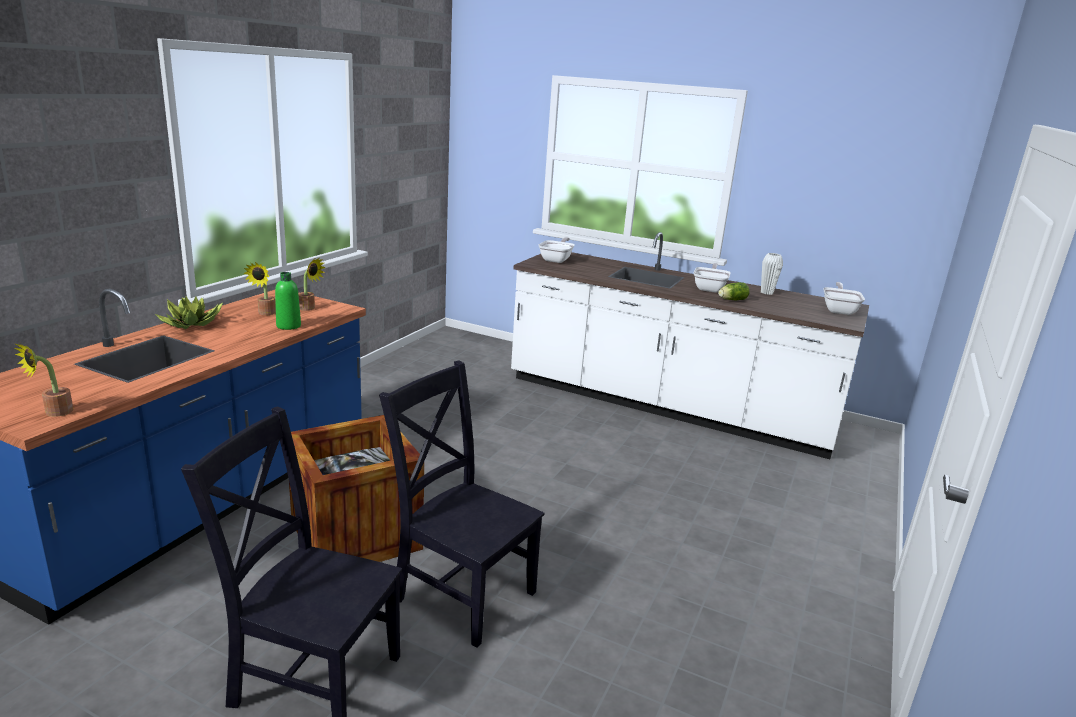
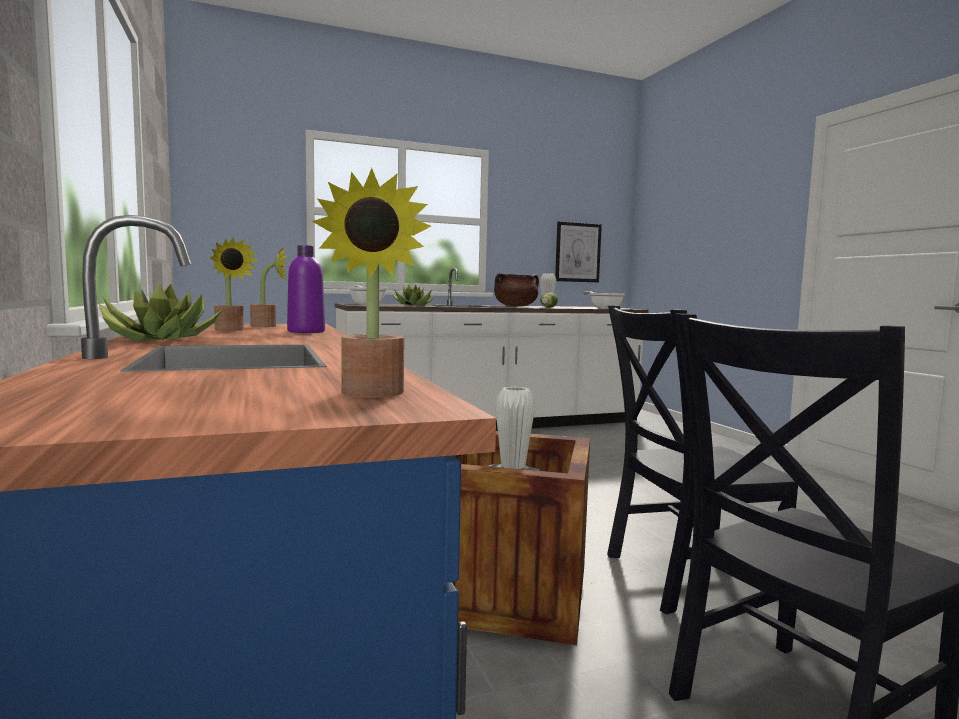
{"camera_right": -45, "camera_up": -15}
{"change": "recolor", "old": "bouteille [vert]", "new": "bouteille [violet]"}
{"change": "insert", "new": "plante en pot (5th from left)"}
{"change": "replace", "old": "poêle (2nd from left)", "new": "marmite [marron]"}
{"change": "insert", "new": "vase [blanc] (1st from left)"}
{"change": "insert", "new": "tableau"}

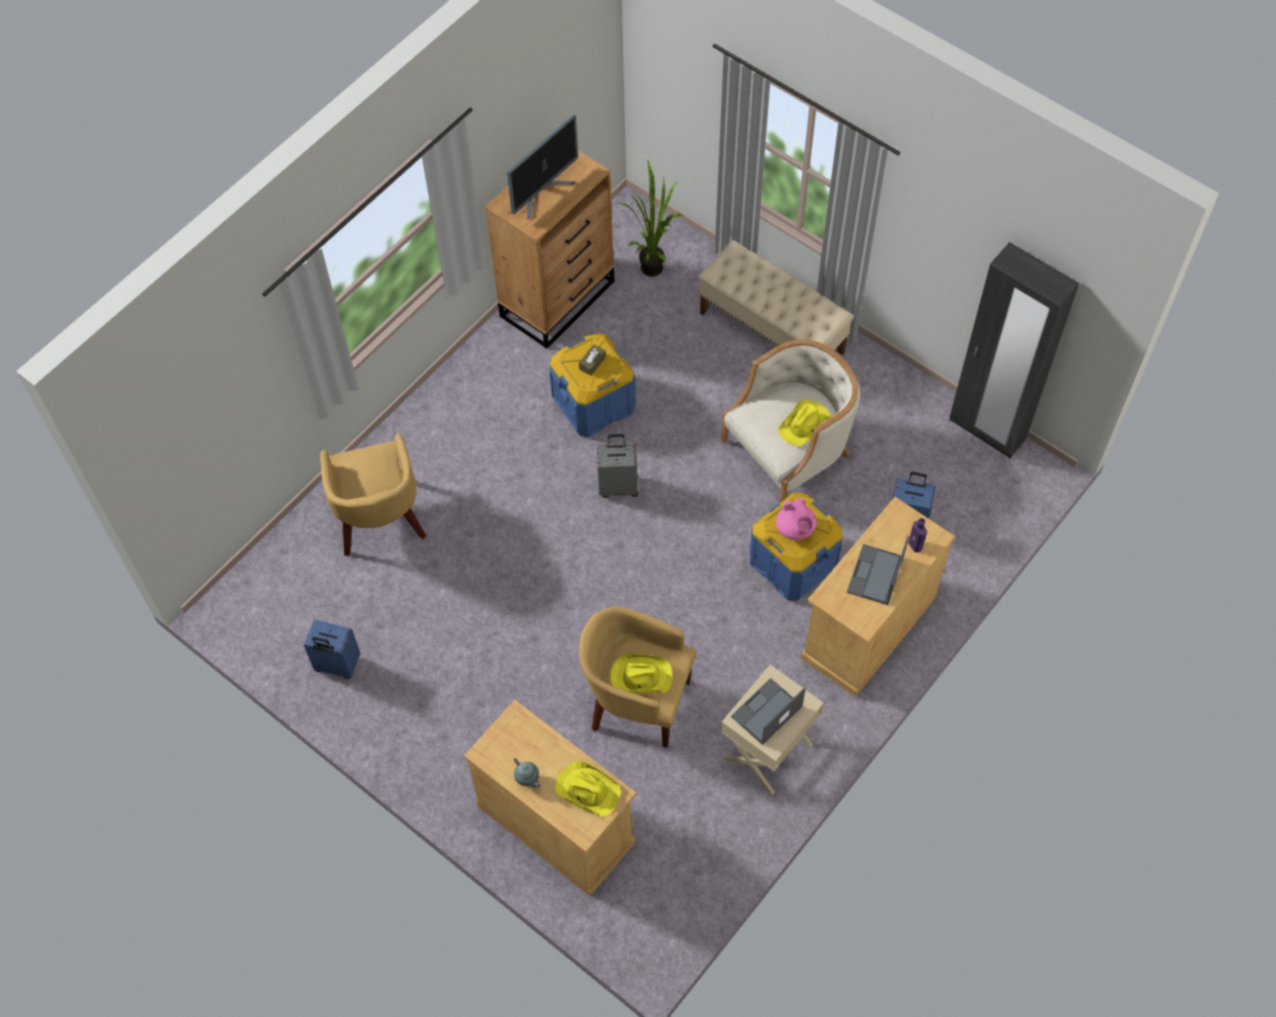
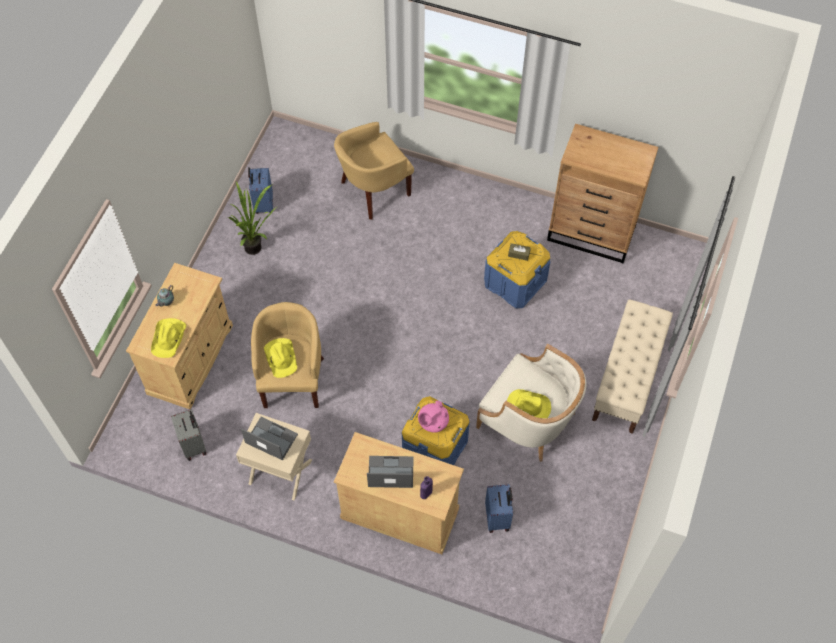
{"camera_right": 70, "camera_up": 0}
{"change": "move", "old": "valise [gris]"}
{"change": "move", "old": "plante en pot"}
{"change": "delete", "old": "écran d'ordinateur"}
{"change": "delete", "old": "armoire [noir]"}

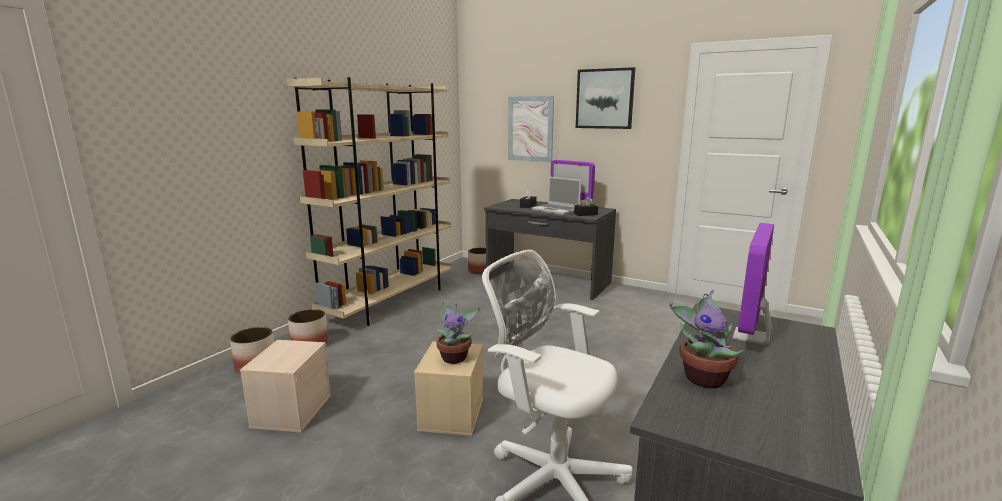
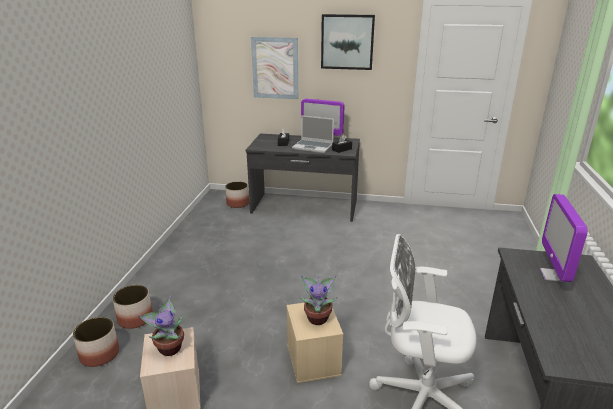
{"camera_right": -20, "camera_up": 10}
{"change": "move", "old": "plante en pot (2nd from left in the first image)", "new": "plante en pot (1st from left)"}
{"change": "delete", "old": "bibliothèque [beige]"}

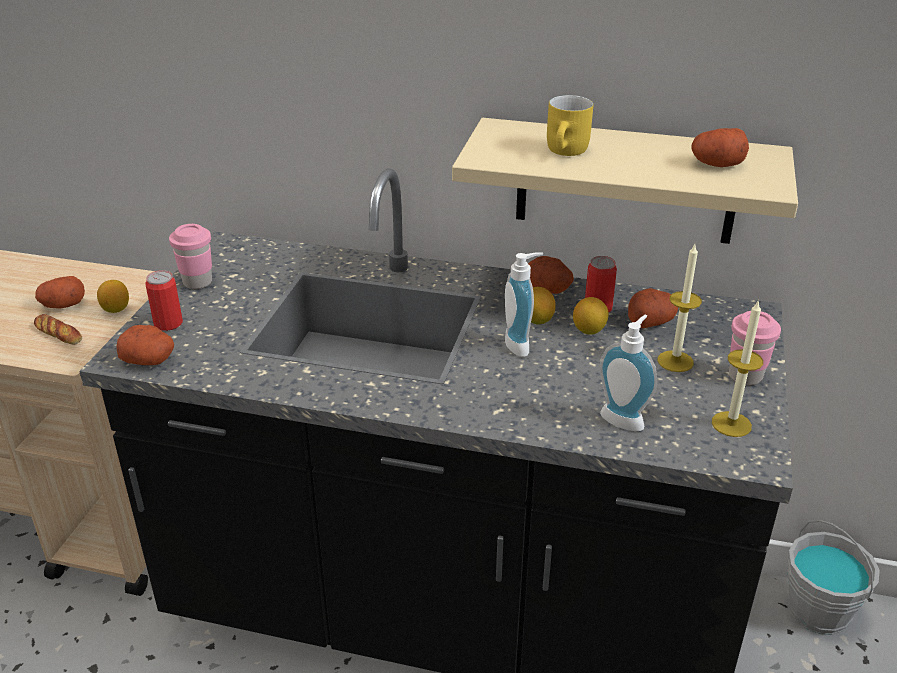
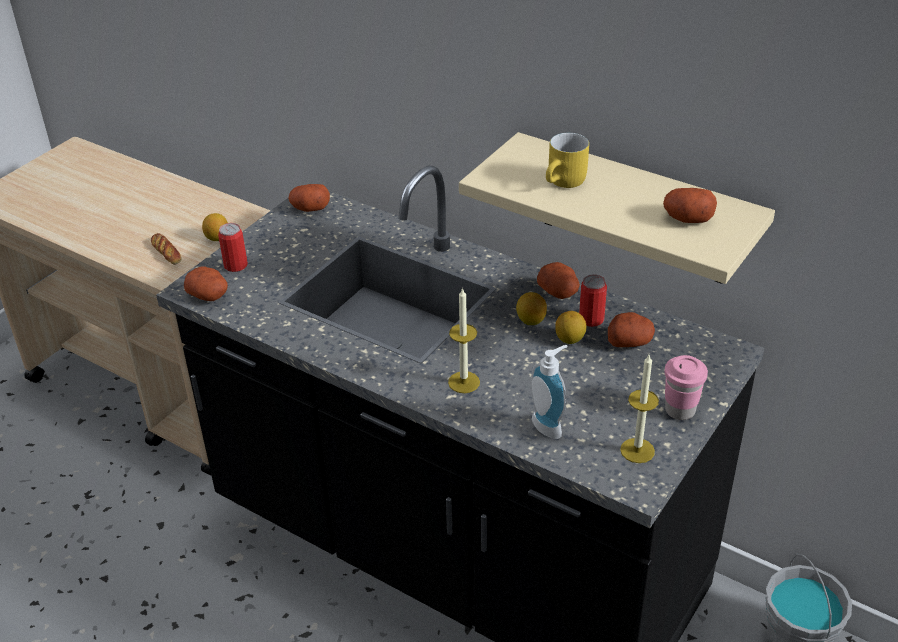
{"camera_right": 20, "camera_up": 5}
{"change": "move", "old": "pomme de terre (1st from left in the first image)", "new": "pomme de terre (2nd from left)"}
{"change": "move", "old": "bougie (1st from left)"}
{"change": "delete", "old": "tasse [rose] (1st from left)"}
{"change": "delete", "old": "distributeur de savon (1st from left)"}

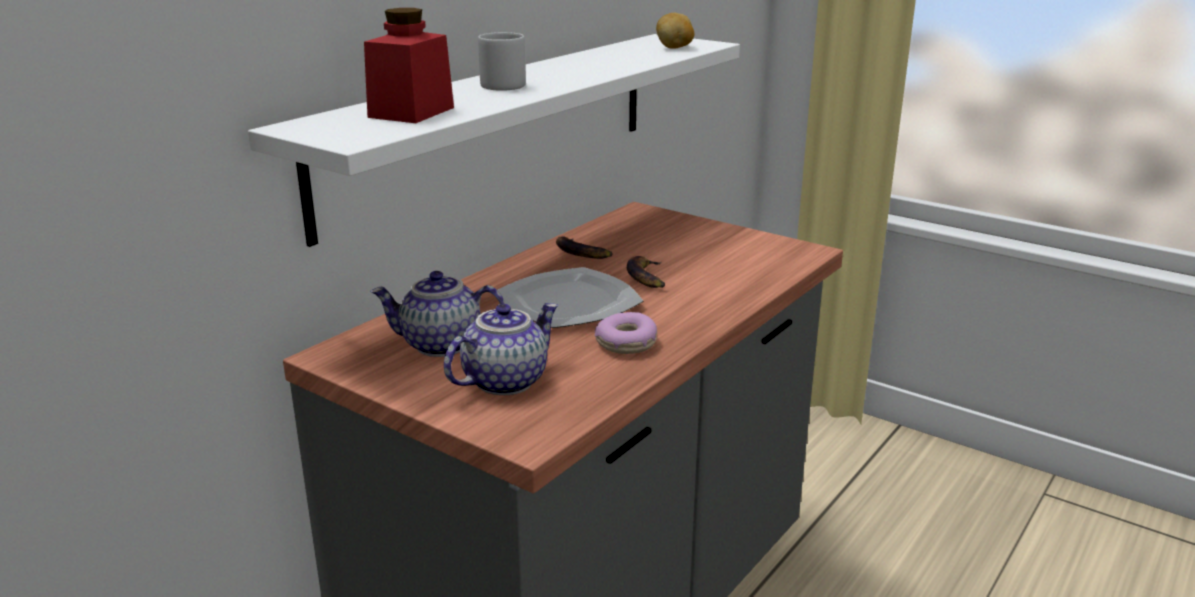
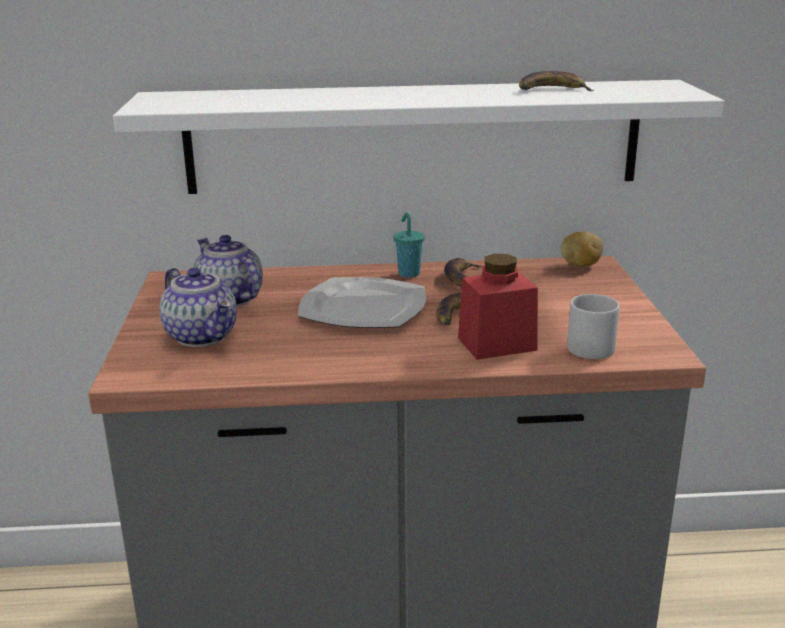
{"camera_right": 50, "camera_up": 0}
{"change": "rotate", "old": "théière (2nd from left in the first image)", "degrees": 45}
{"change": "insert", "new": "tasse [turquoise]"}
{"change": "move", "old": "bocal [rouge]"}
{"change": "insert", "new": "banane (3rd from left)"}
{"change": "move", "old": "pomme de terre"}
{"change": "move", "old": "mug [gris]"}
{"change": "delete", "old": "beignet"}

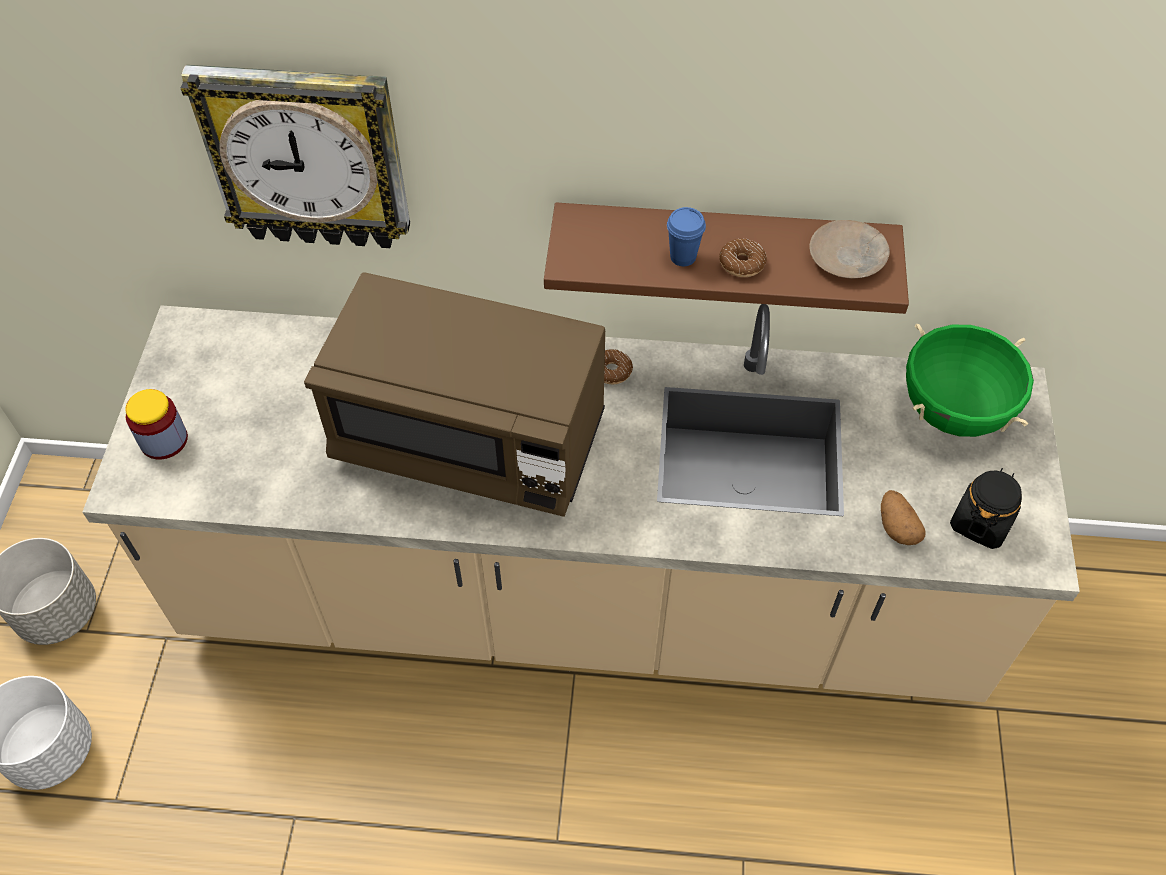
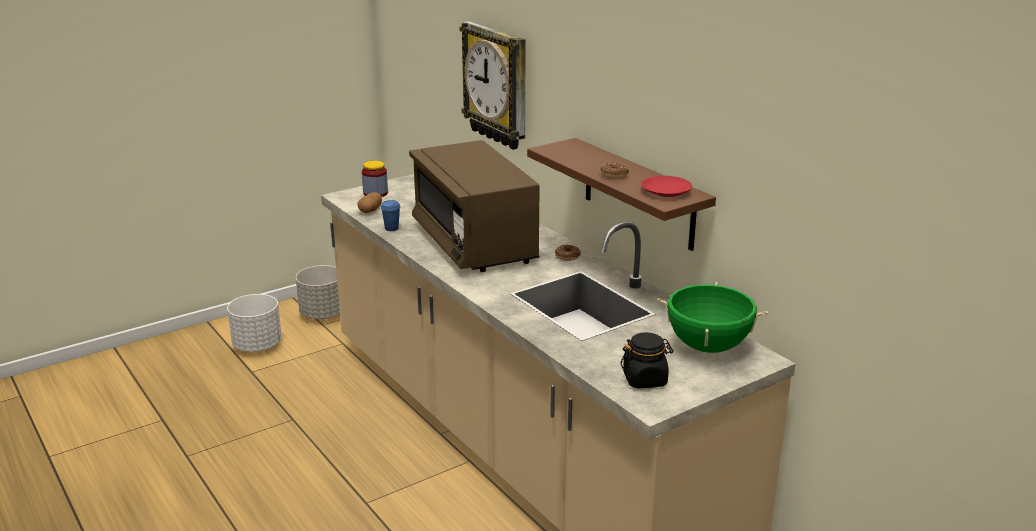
{"camera_right": 50, "camera_up": -30}
{"change": "move", "old": "pomme de terre"}
{"change": "move", "old": "tasse [bleu]"}
{"change": "recolor", "old": "assiette [beige]", "new": "assiette [rouge]"}

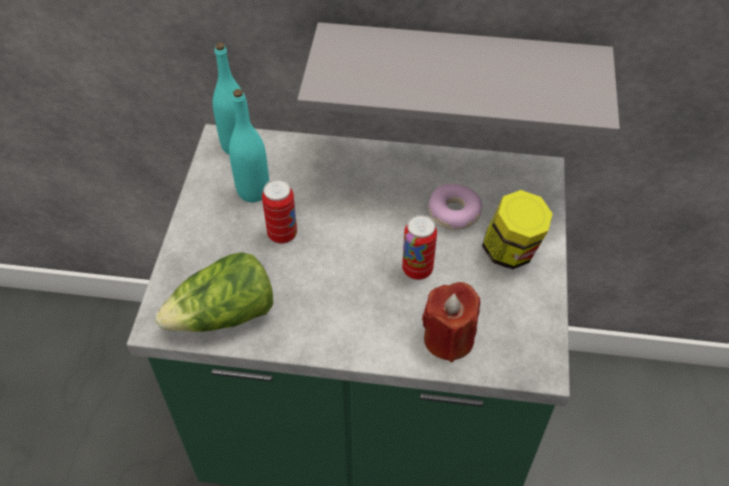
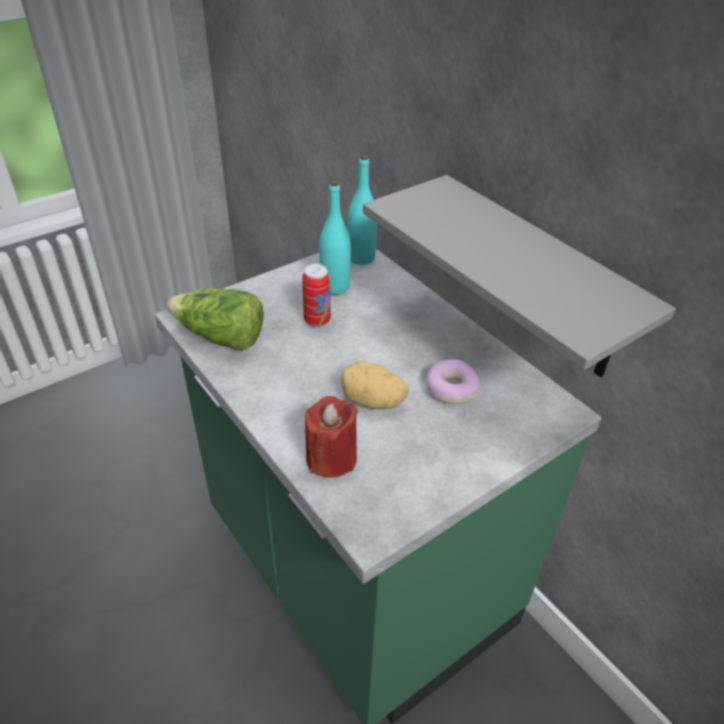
{"camera_right": 45, "camera_up": -10}
{"change": "replace", "old": "boîte métallique (2nd from left)", "new": "pomme de terre"}
{"change": "delete", "old": "bocal"}

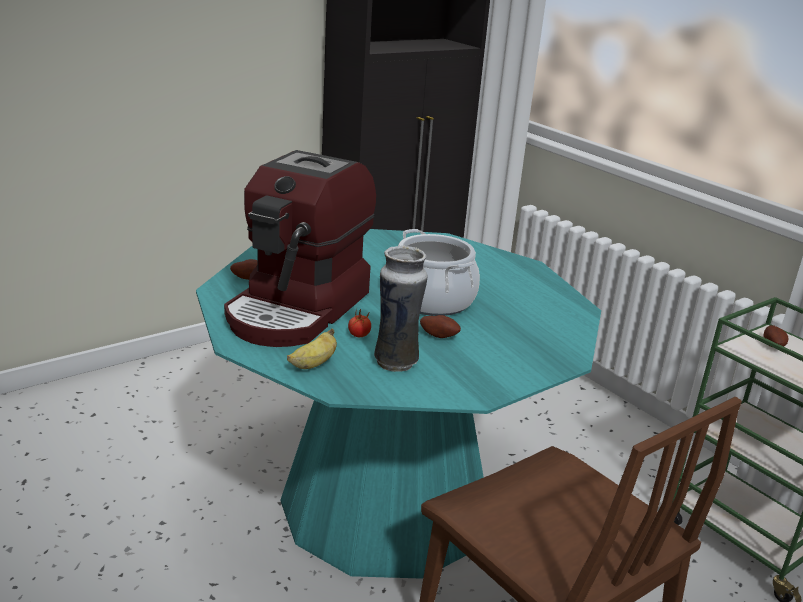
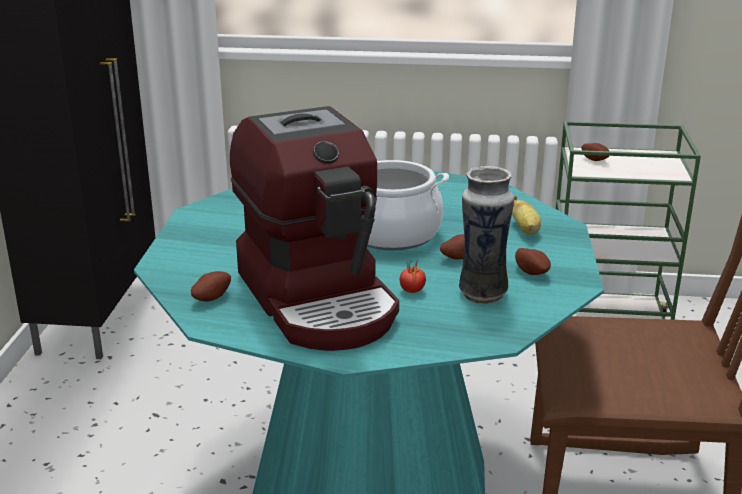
{"camera_right": -45, "camera_up": 0}
{"change": "move", "old": "banane"}
{"change": "insert", "new": "pomme de terre (3rd from left)"}

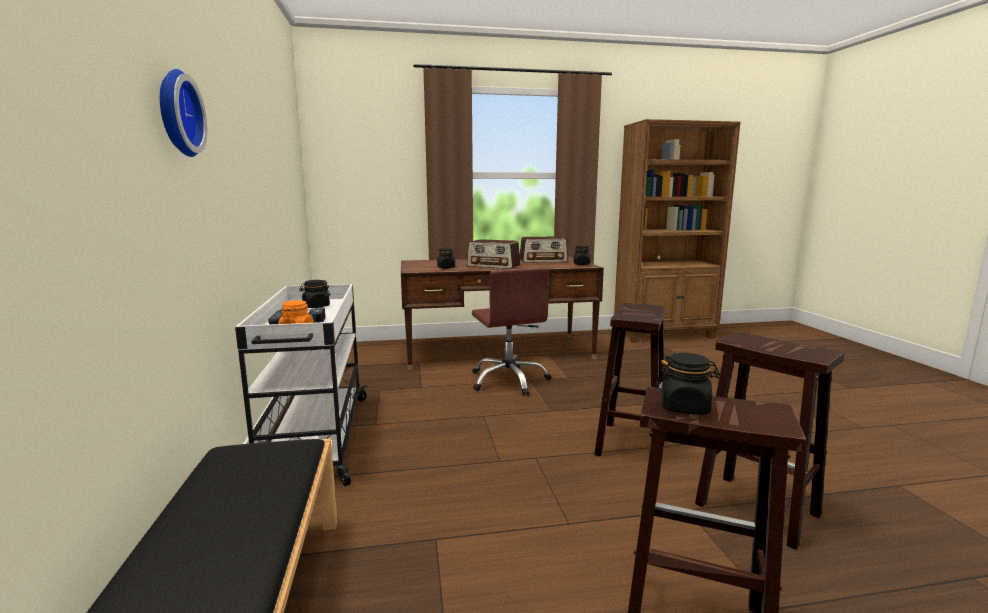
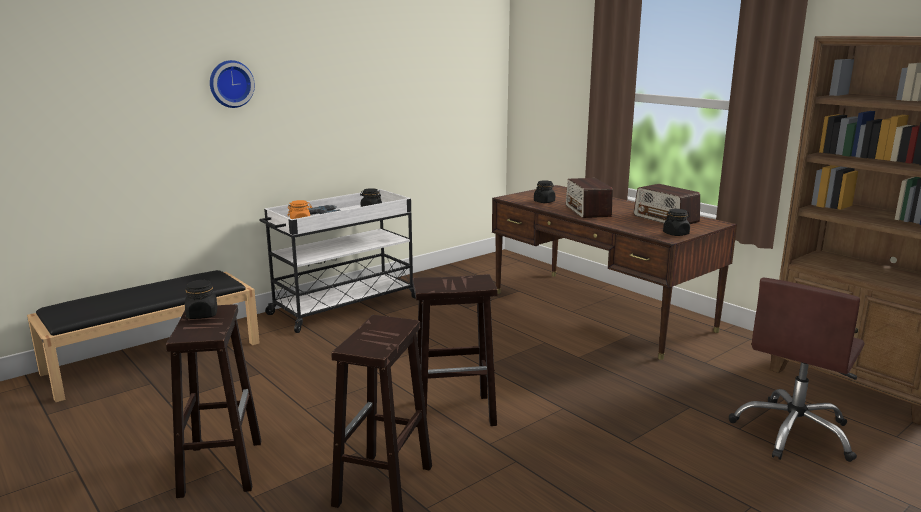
{"camera_right": 60, "camera_up": 5}
{"change": "move", "old": "chaise de bureau [marron]"}

